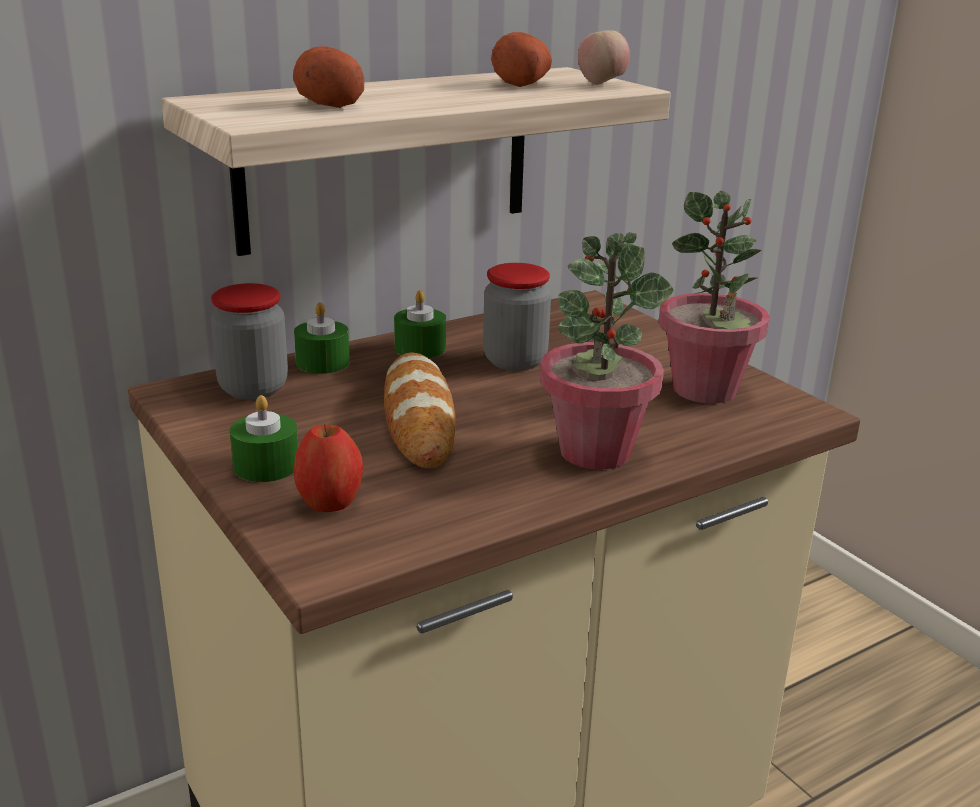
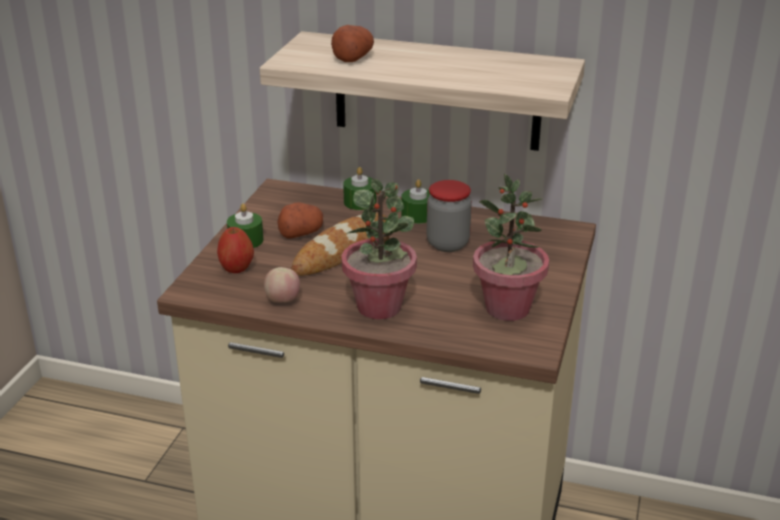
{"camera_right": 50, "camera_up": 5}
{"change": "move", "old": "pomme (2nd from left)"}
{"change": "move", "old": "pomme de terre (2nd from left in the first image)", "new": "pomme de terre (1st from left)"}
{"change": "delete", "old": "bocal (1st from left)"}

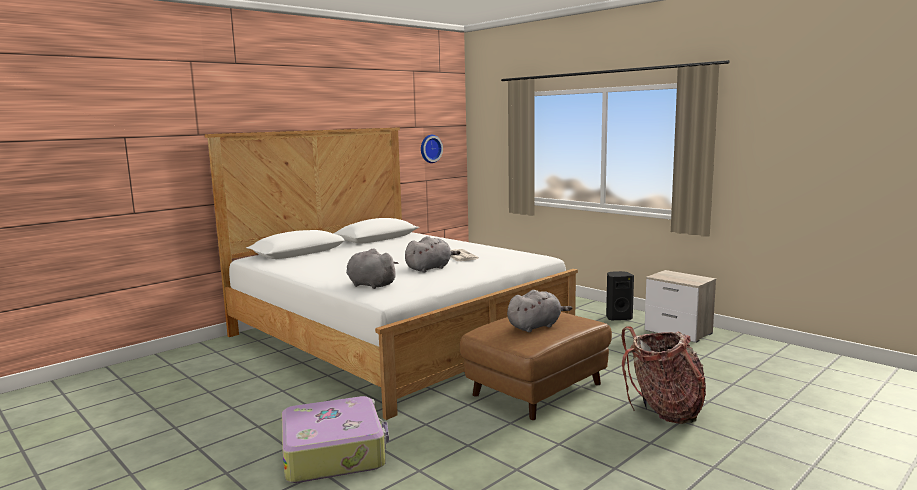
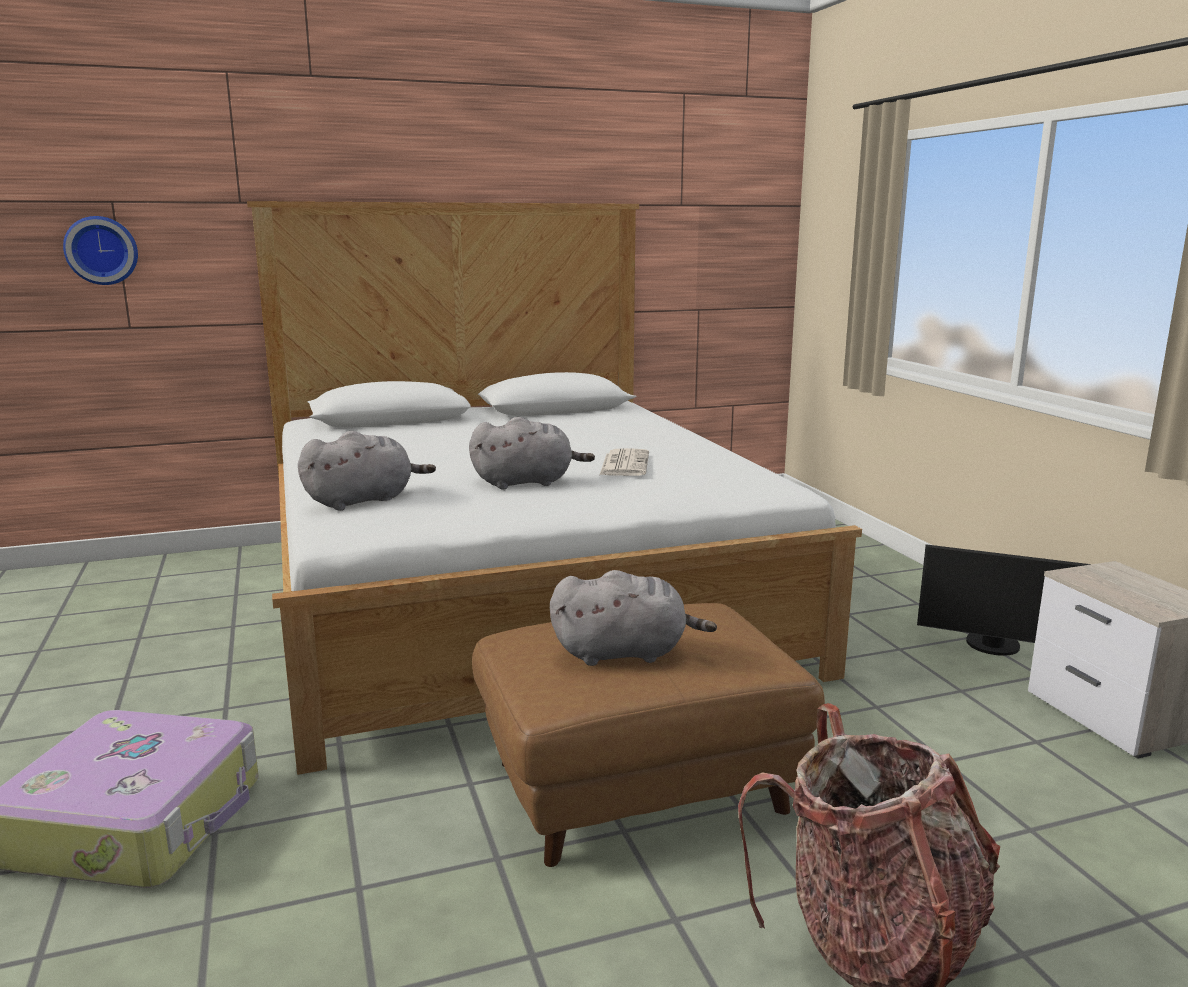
{"camera_right": 25, "camera_up": 5}
{"change": "move", "old": "horloge murale"}
{"change": "rotate", "old": "peluche [gris] (1st from left)", "degrees": 90}
{"change": "replace", "old": "enceinte [noir]", "new": "écran d'ordinateur"}

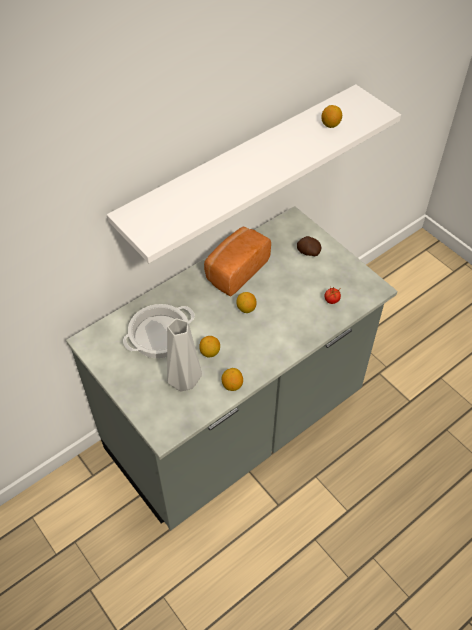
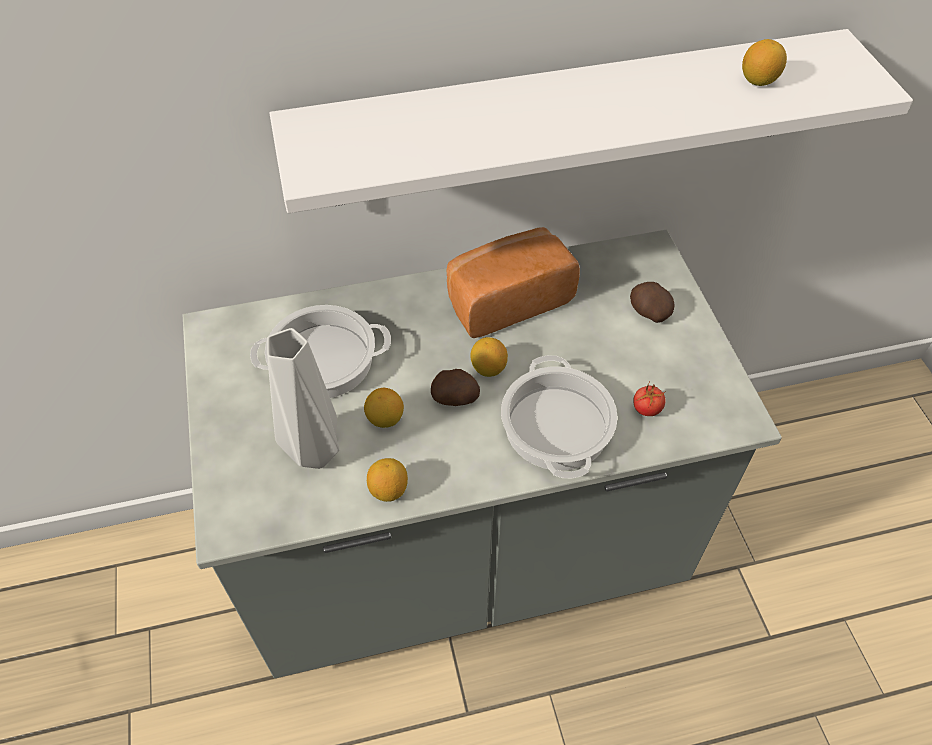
{"camera_right": 25, "camera_up": 0}
{"change": "insert", "new": "pomme de terre (1st from left)"}
{"change": "insert", "new": "marmite (2nd from left)"}

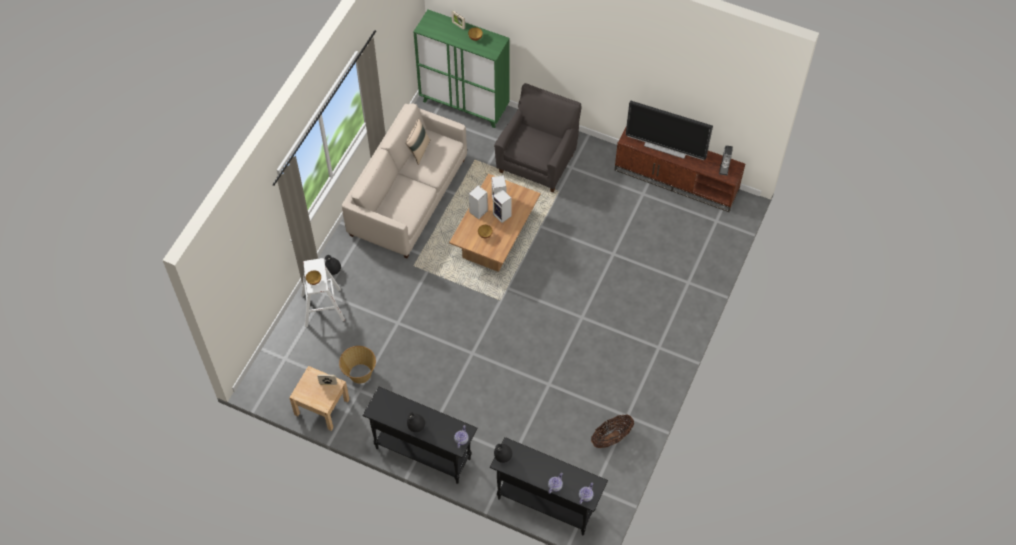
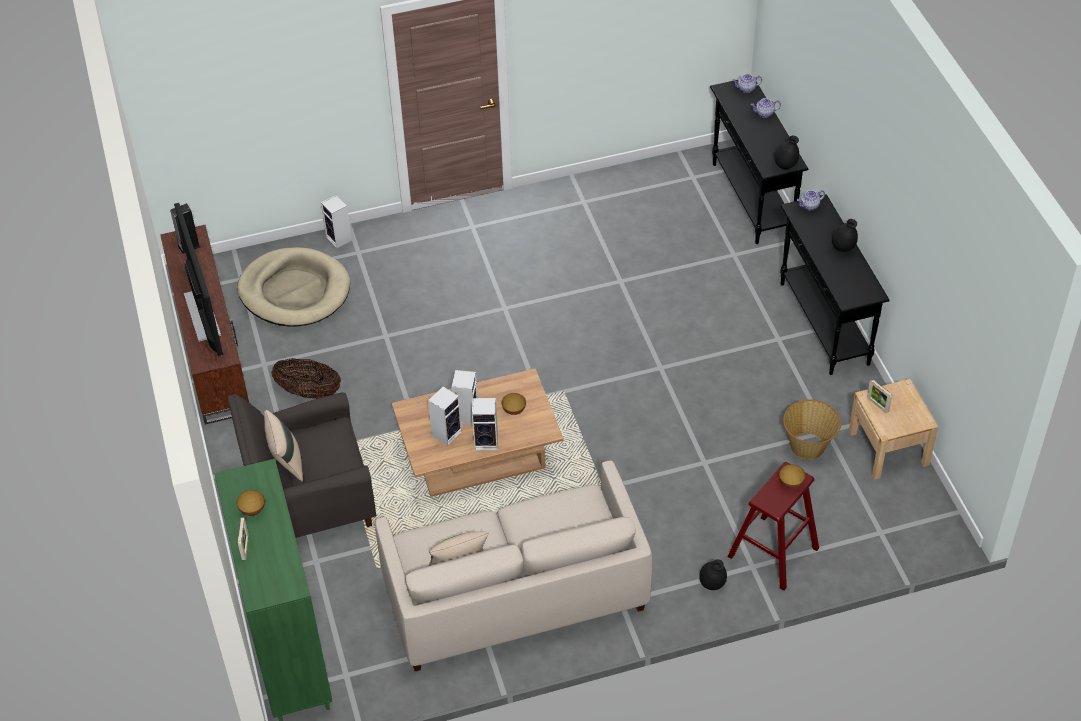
{"camera_right": -130, "camera_up": -10}
{"change": "insert", "new": "panier pour chien [beige]"}
{"change": "insert", "new": "coussin [beige] (1st from left)"}
{"change": "move", "old": "panier (2nd from left in the first image)", "new": "panier (1st from left)"}
{"change": "insert", "new": "enceinte (2nd from left)"}
{"change": "recolor", "old": "tabouret [blanc]", "new": "tabouret [rouge]"}

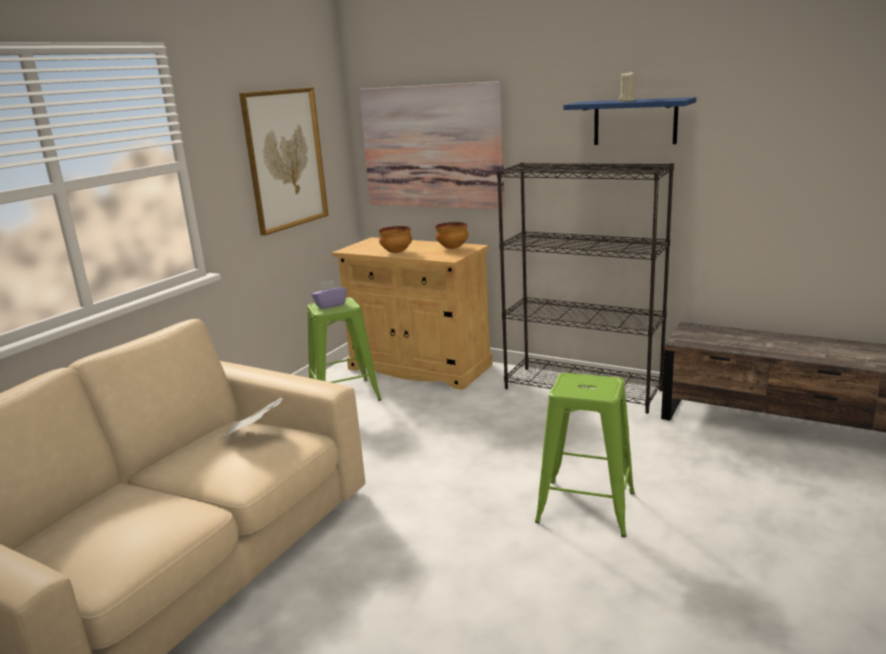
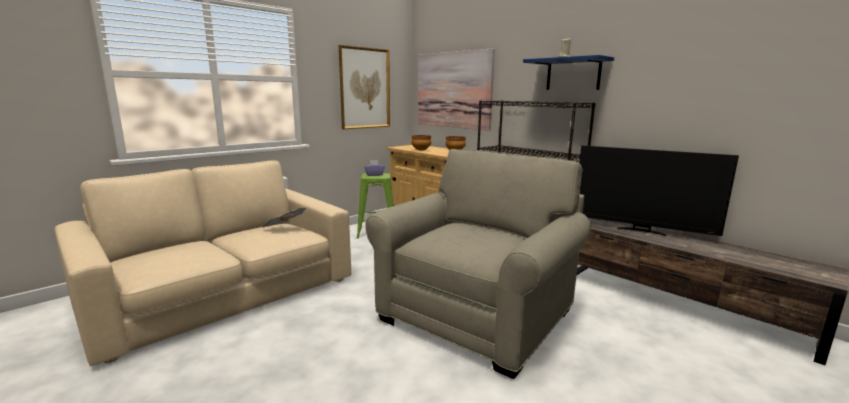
{"camera_right": 15, "camera_up": -5}
{"change": "replace", "old": "tabouret [vert] (2nd from left)", "new": "fauteuil [beige]"}
{"change": "insert", "new": "téléviseur"}

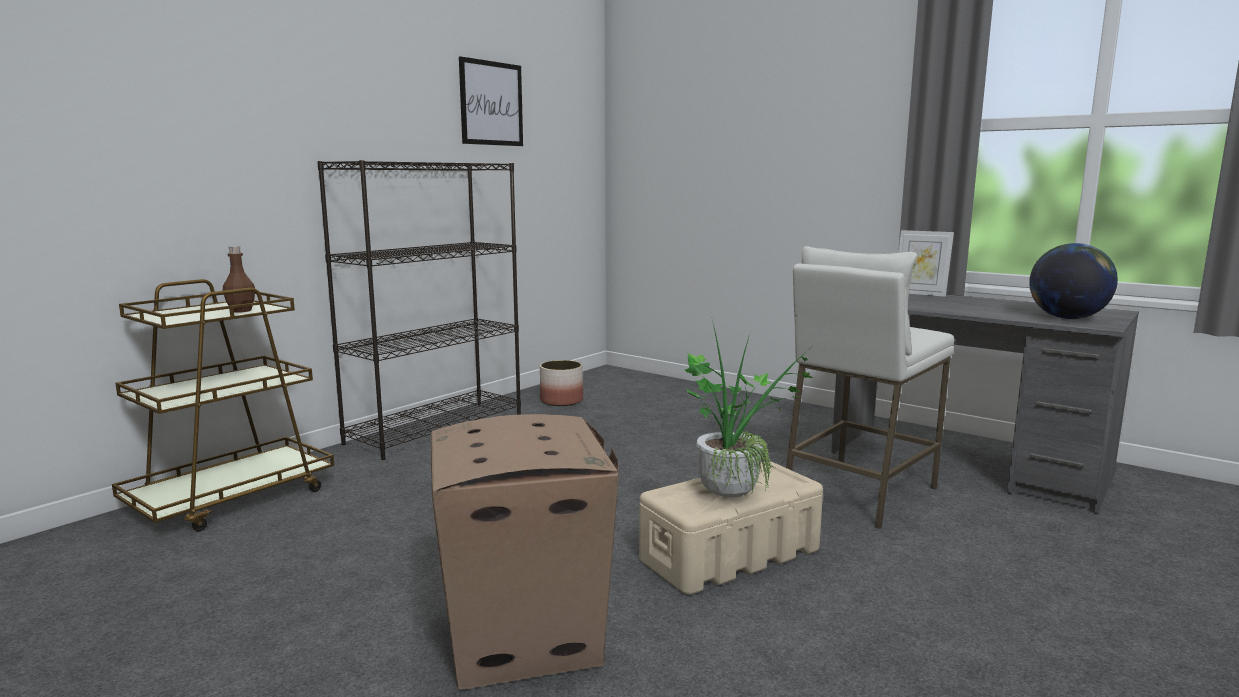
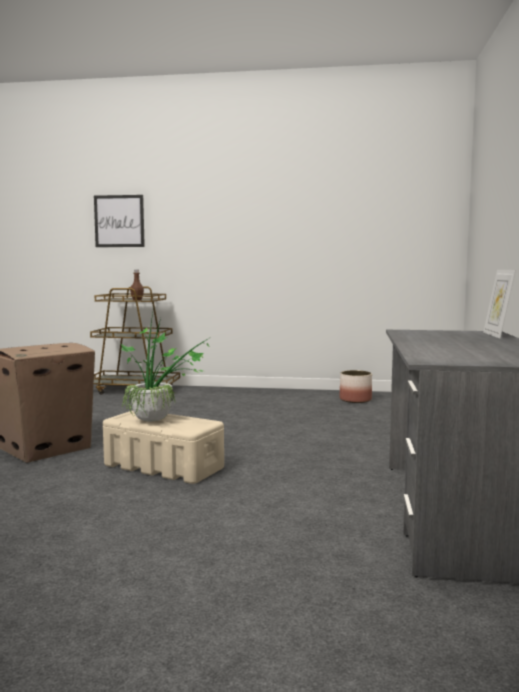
{"camera_right": 60, "camera_up": -5}
{"change": "move", "old": "tableau"}
{"change": "delete", "old": "bibliothèque [noir]"}
{"change": "delete", "old": "tabouret [blanc]"}
{"change": "delete", "old": "globe"}

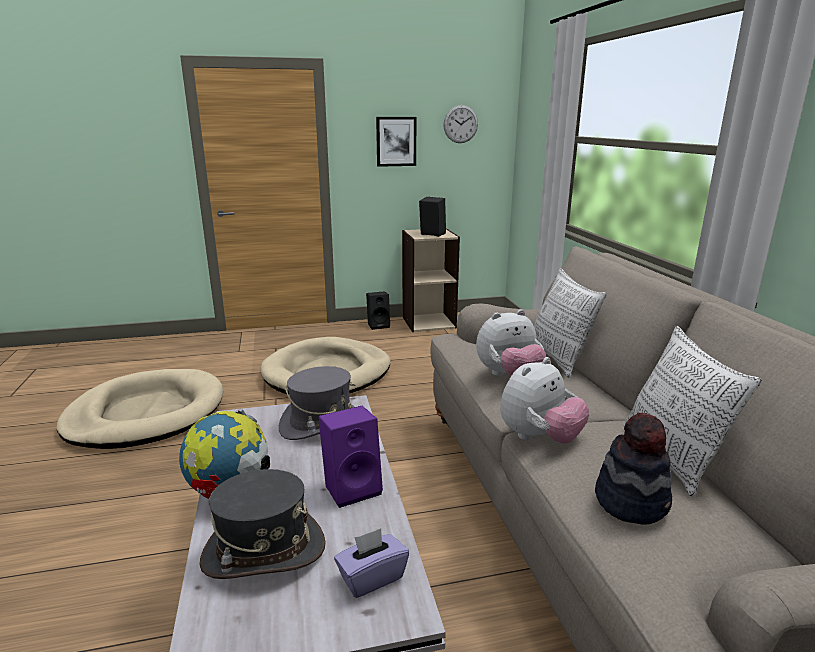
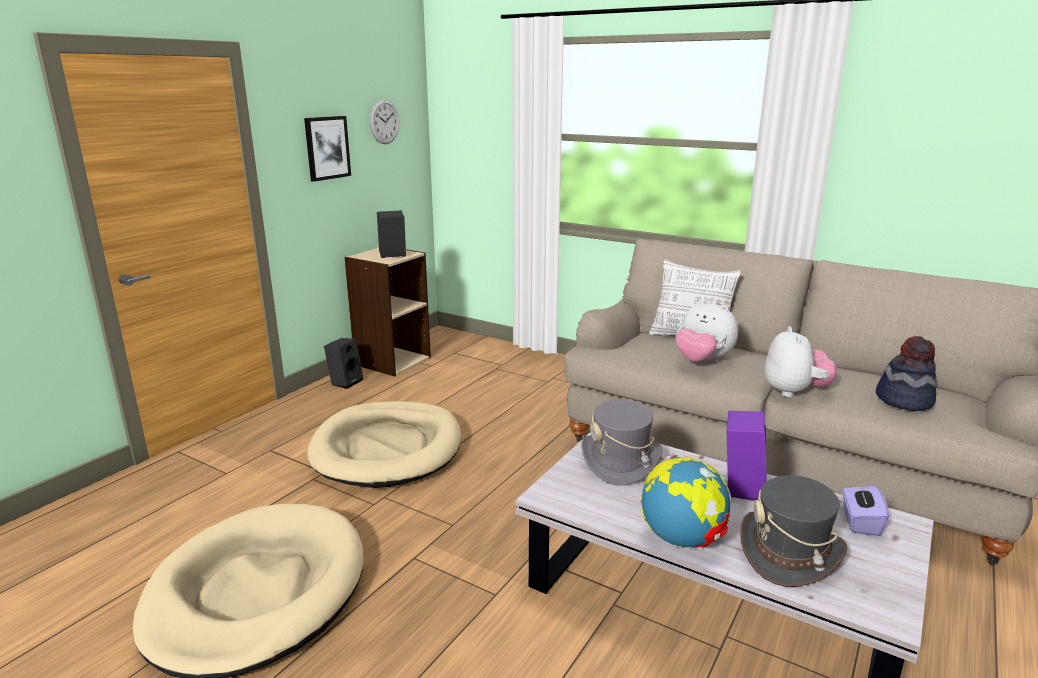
{"camera_right": -45, "camera_up": 0}
{"change": "rotate", "old": "peluche (1st from left)", "degrees": 105}
{"change": "delete", "old": "coussin (2nd from left)"}

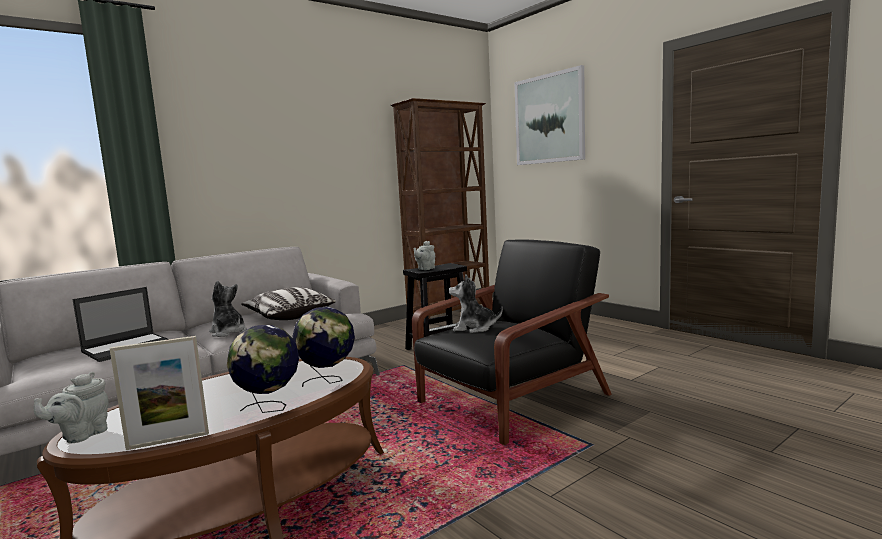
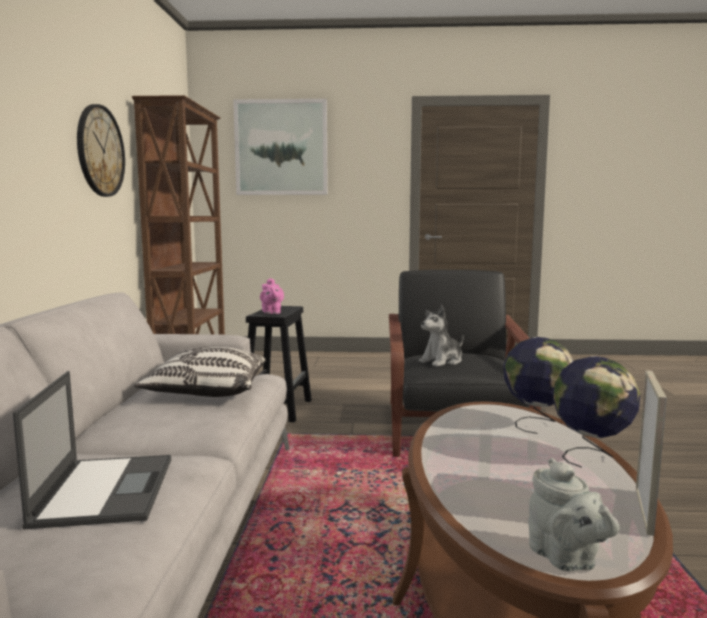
{"camera_right": -50, "camera_up": 0}
{"change": "insert", "new": "horloge murale"}
{"change": "recolor", "old": "théière [gris] (2nd from left)", "new": "théière [rose]"}
{"change": "delete", "old": "peluche (1st from left)"}

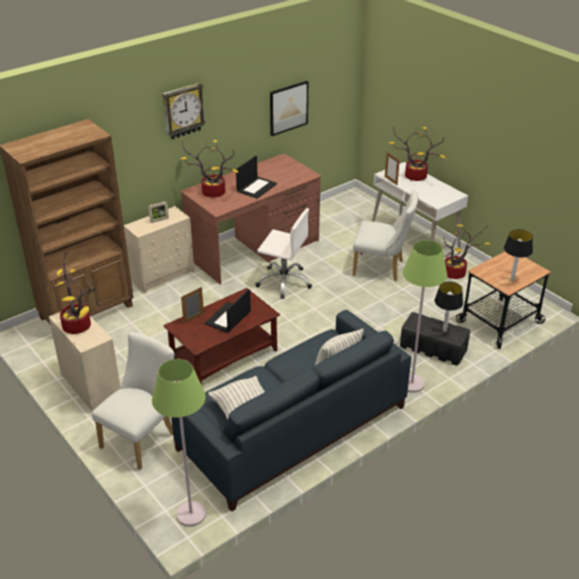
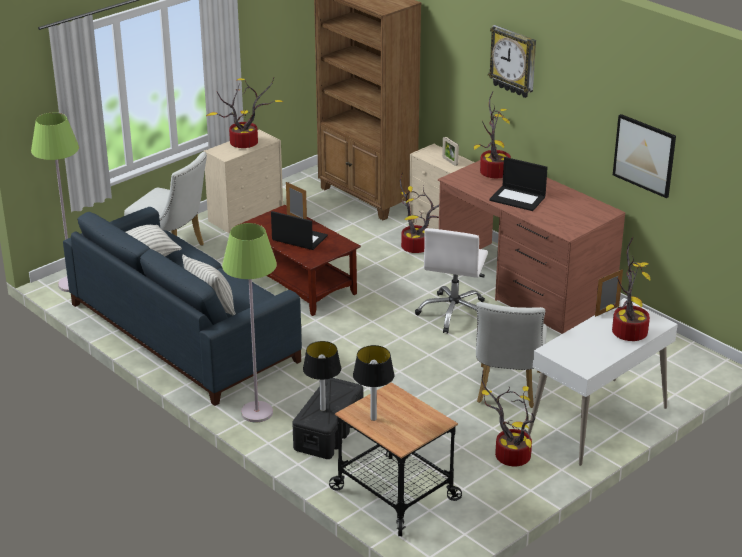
{"camera_right": 85, "camera_up": -5}
{"change": "insert", "new": "plante en pot (2nd from left)"}

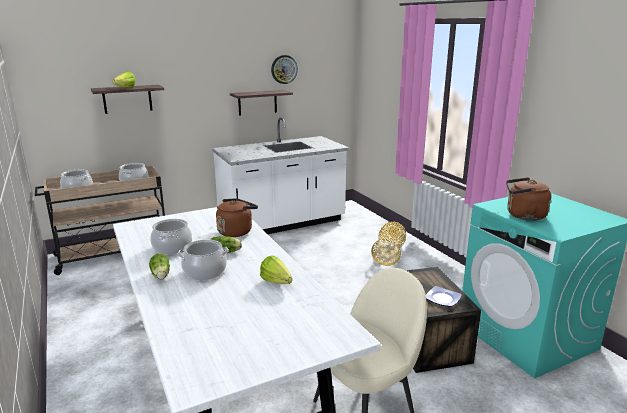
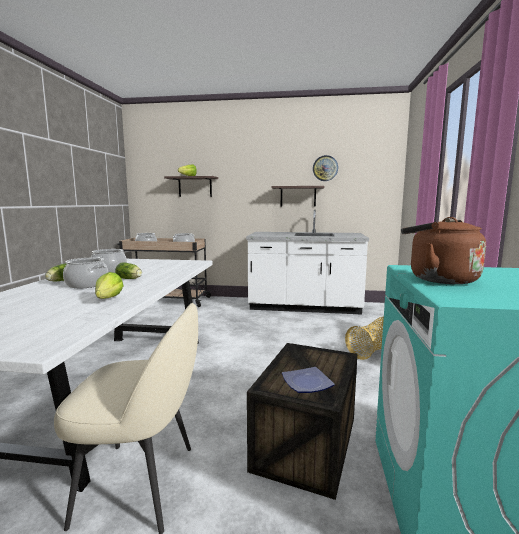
{"camera_right": 35, "camera_up": -10}
{"change": "delete", "old": "bouilloire [marron] (1st from left)"}

